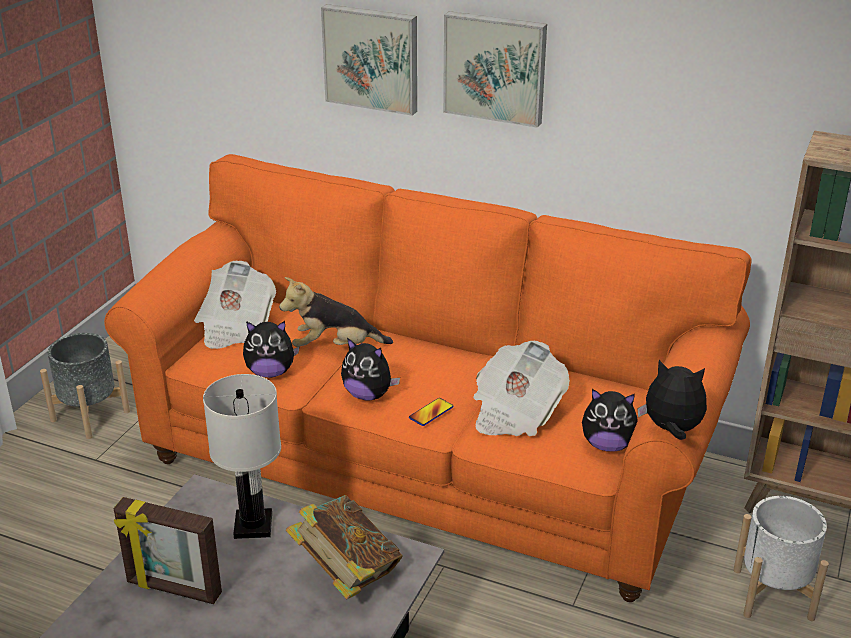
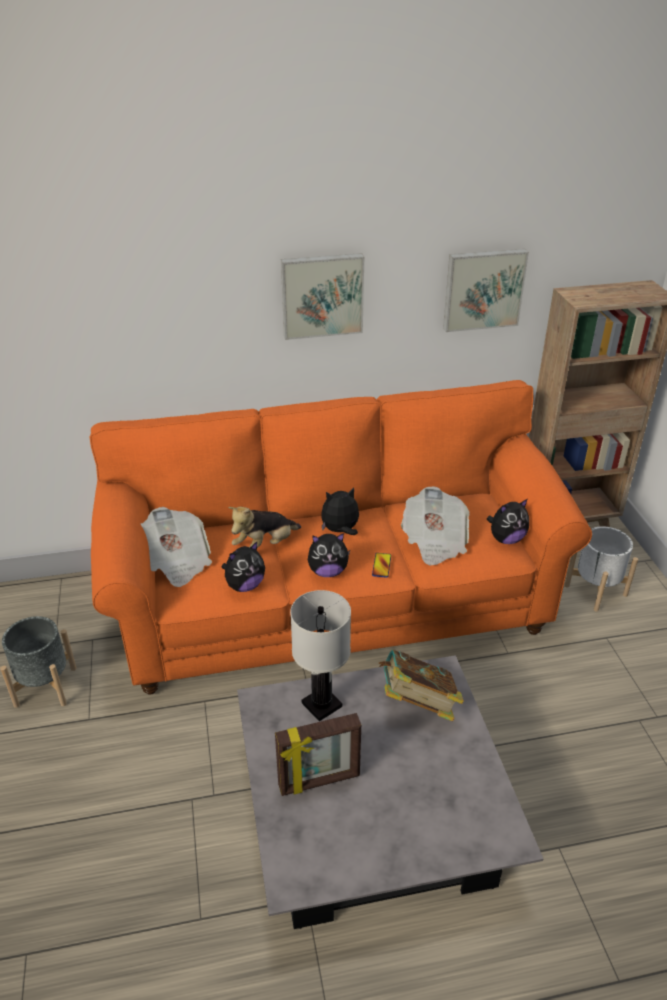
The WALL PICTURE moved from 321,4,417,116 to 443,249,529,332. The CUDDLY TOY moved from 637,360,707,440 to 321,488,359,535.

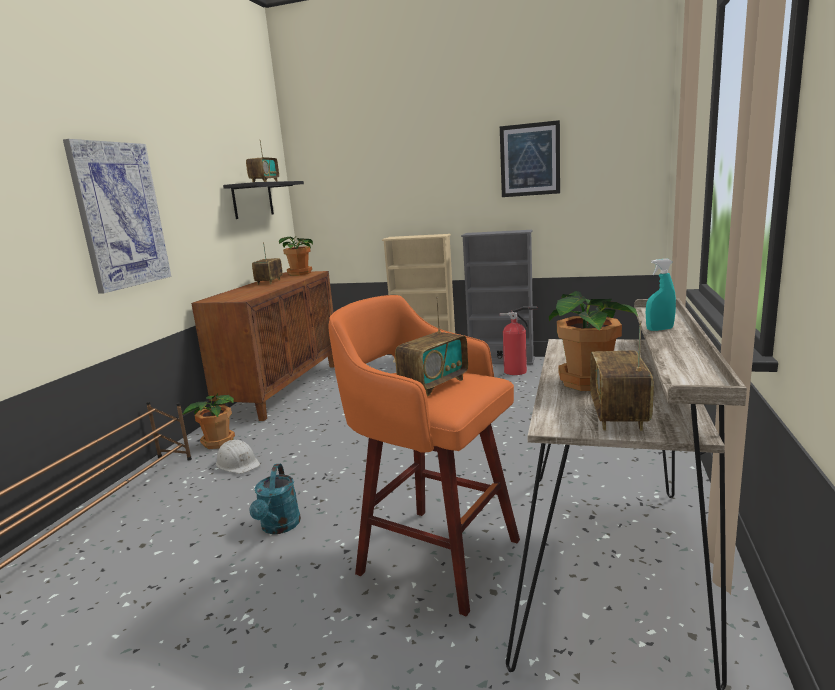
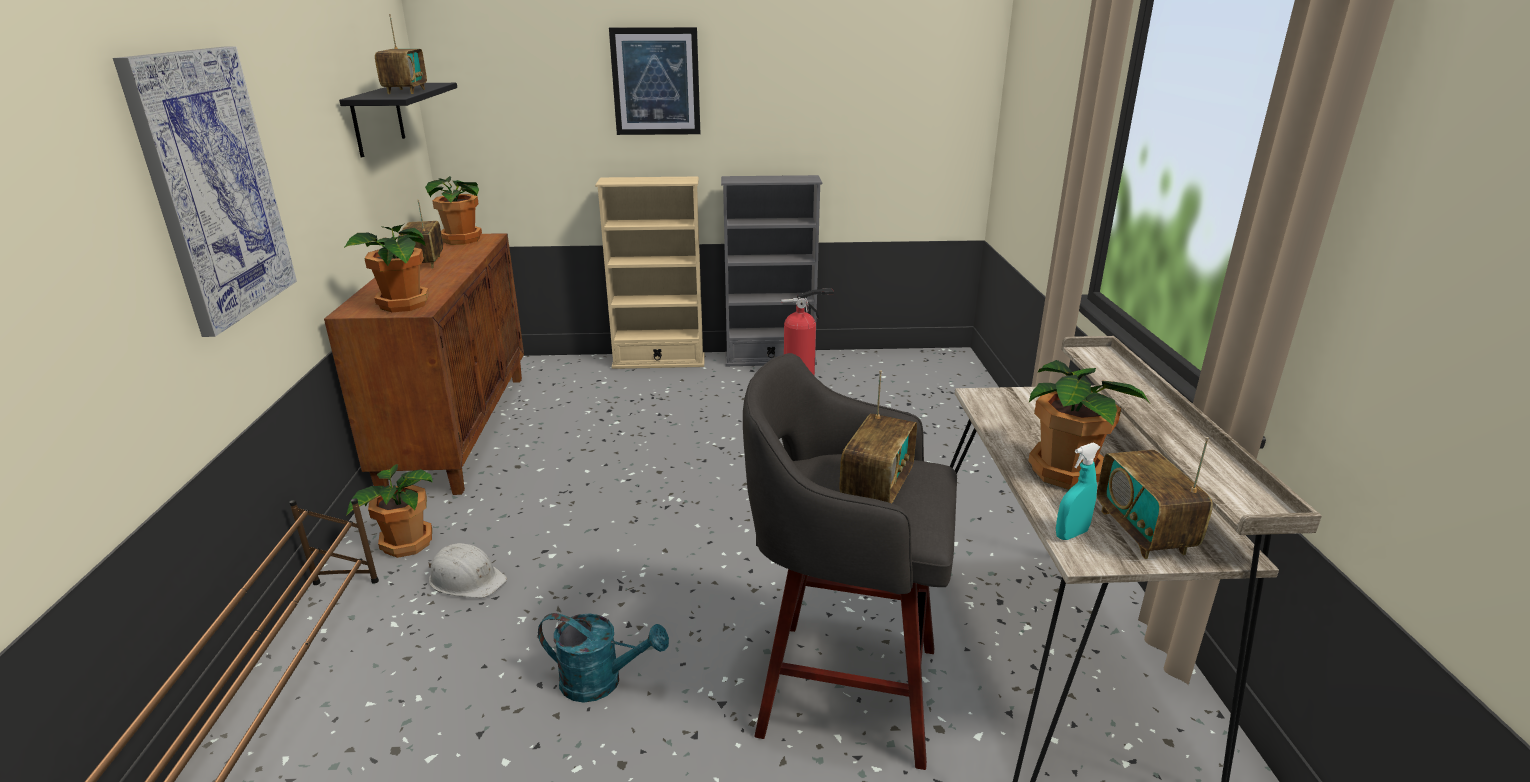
The TURQUOISE WATERING POT at 249,464,301,534 turned 60 degrees counterclockwise. The ORANGE STOOL SEAT at 328,295,520,616 became the GRAY STOOL SEAT at 743,353,957,770. The WALL PICTURE moved from 500,120,560,197 to 609,27,700,135. The TURQUOISE SPRAYER moved from 646,259,676,331 to 1056,442,1100,540. The POTTED PLANT at 344,224,429,312 appeared.

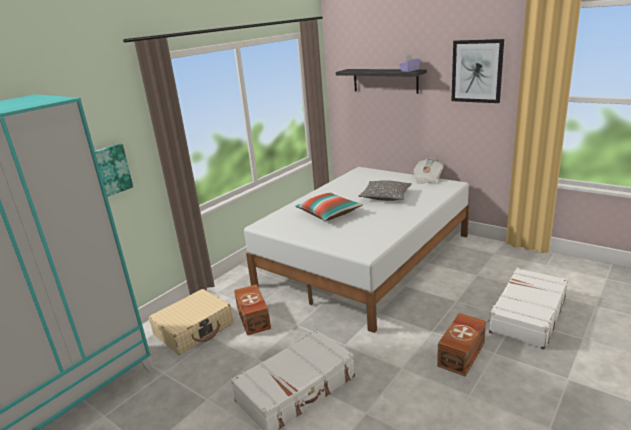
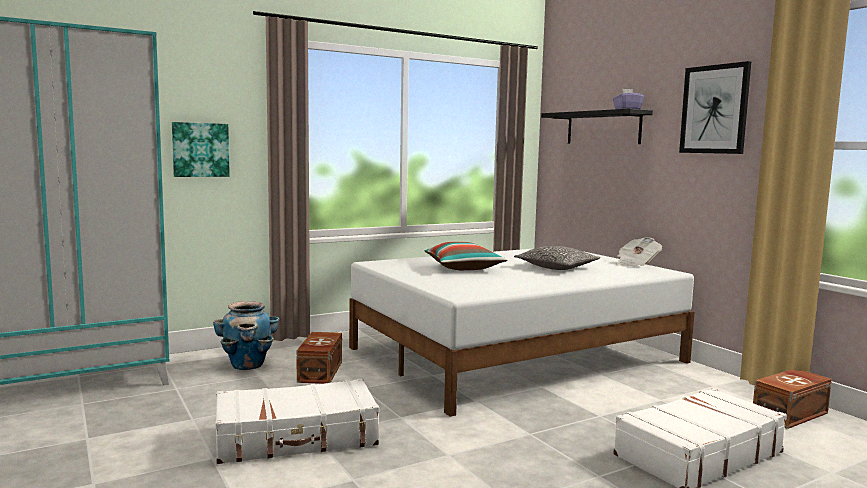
The SAND-COLOURED PIECE OF LUGGAGE at 149,289,234,355 was replaced by the PLANT POT at 213,301,279,370. The BROWN STORAGE BOX moved from 437,313,486,377 to 753,369,832,429.

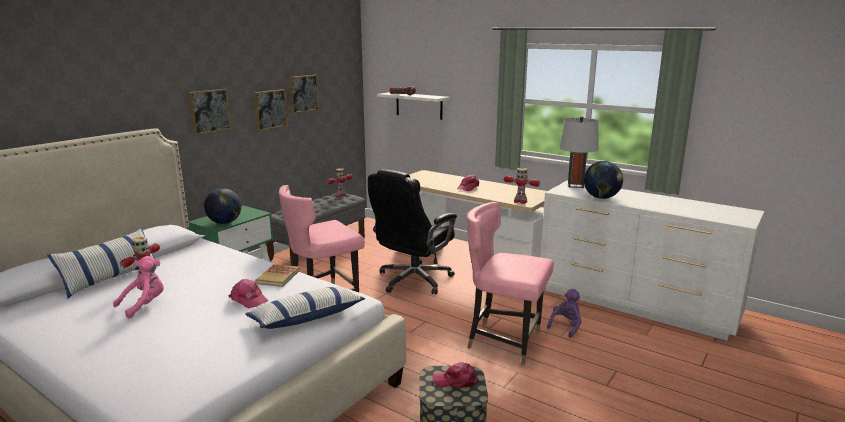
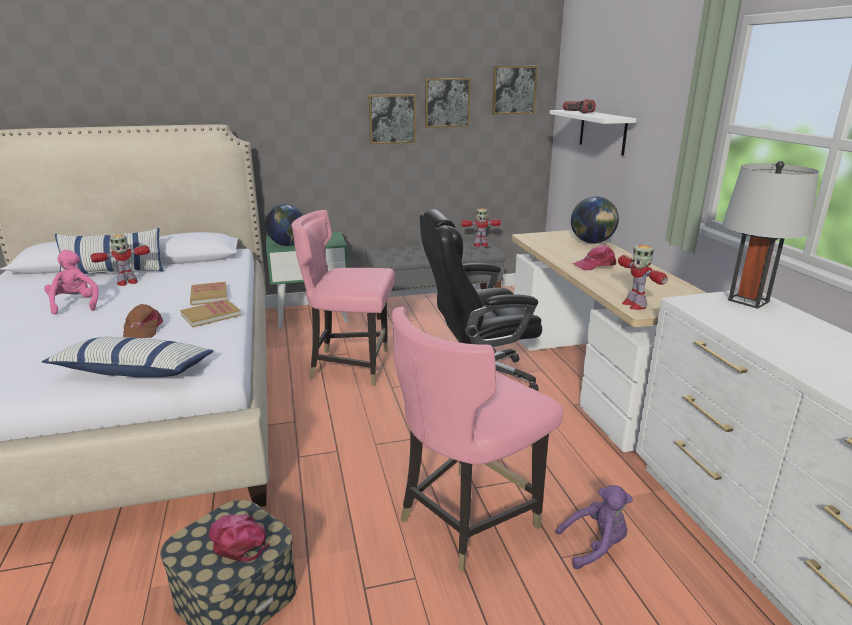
The PINKISH CUDDLY TOY at 113,256,164,318 turned 105 degrees counterclockwise. The WALL PICTURE moved from 189,89,231,135 to 492,66,538,114. The PINKISH PEAKED CAP at 228,279,268,308 became the BROWN PEAKED CAP at 123,304,163,338. The PINKISH PLAIN CHAIR at 467,202,554,365 turned 105 degrees counterclockwise. The DESK GLOBE moved from 584,161,623,199 to 571,196,619,244. The BOUND BOOK at 190,282,227,305 appeared.

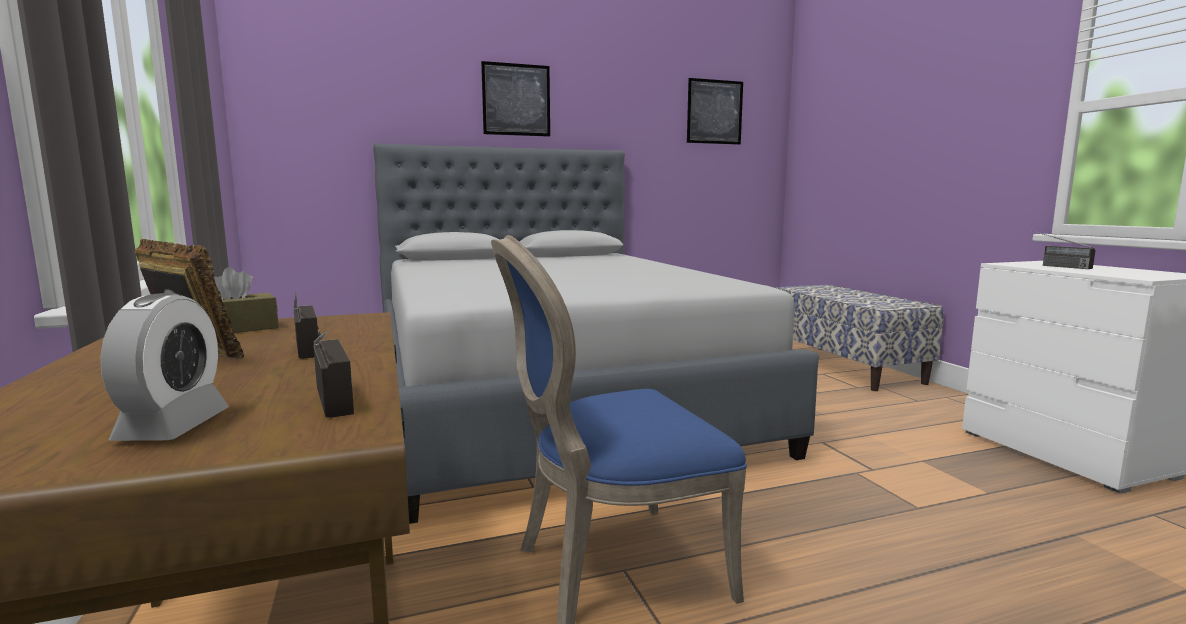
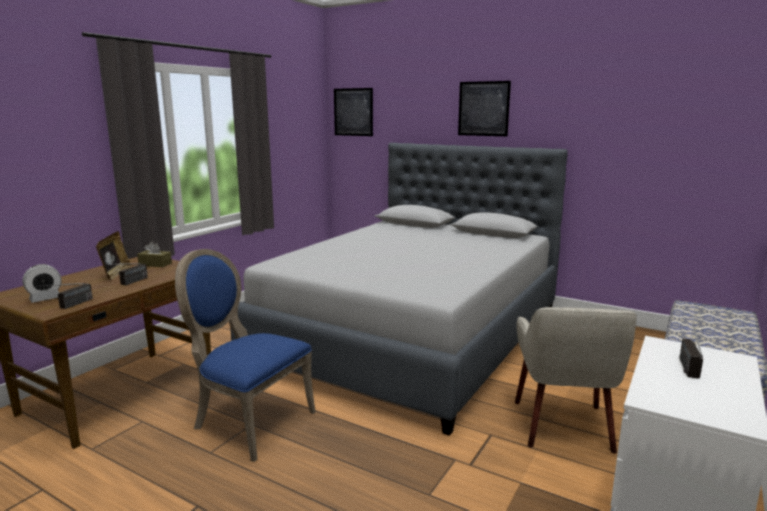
The WALL PICTURE moved from 687,78,743,145 to 334,88,373,136. The SAND-COLOURED ARMCHAIR at 515,307,637,454 appeared.

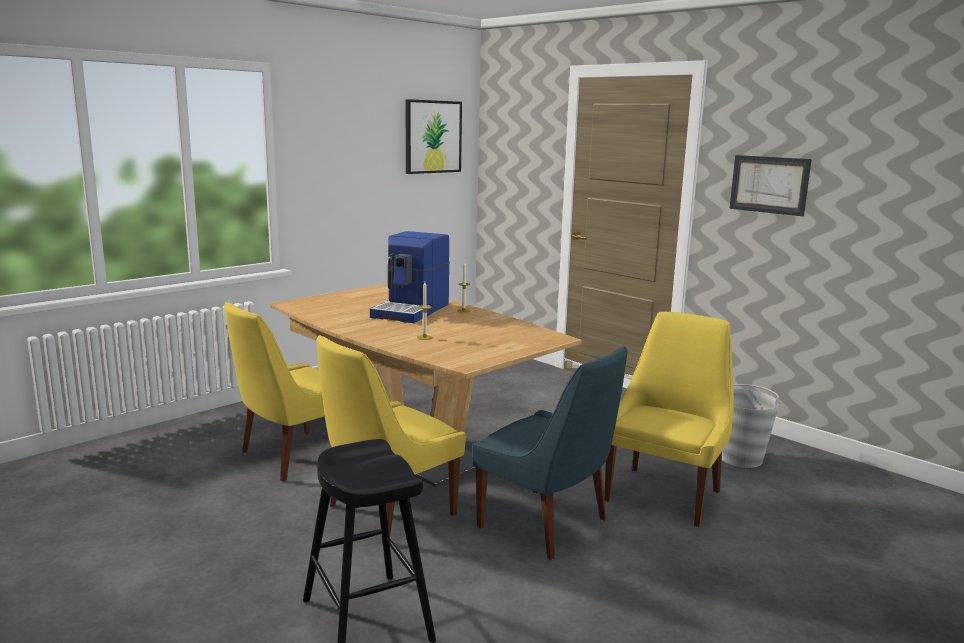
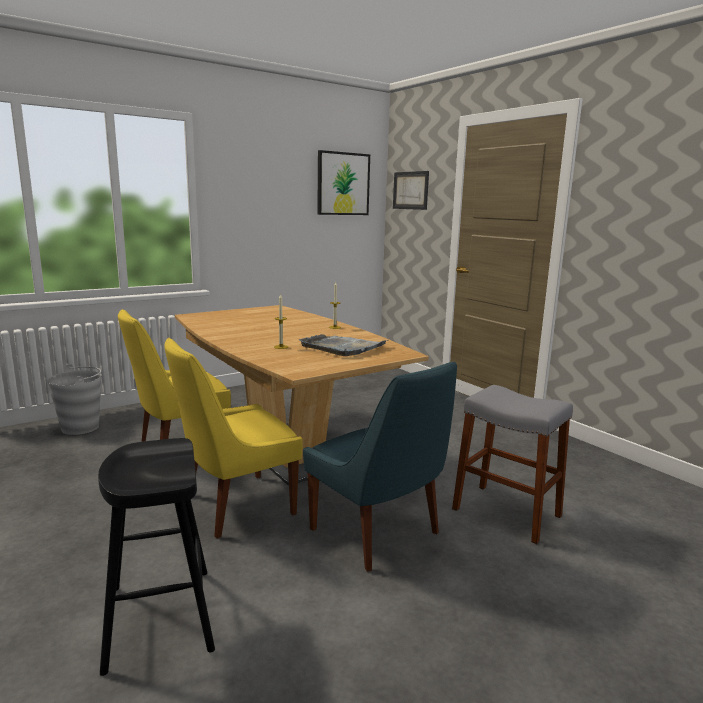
The COFFEE MACHINE at 370,231,450,323 disappeared. The YELLOWISH PLAIN CHAIR at 605,311,734,527 was replaced by the GRAY STOOL SEAT at 452,385,573,544. The GRAY BUCKET moved from 722,384,782,468 to 47,364,101,435. The WALL PICTURE moved from 729,155,812,216 to 393,171,429,210. The GRAY TRAY at 299,334,389,356 appeared.

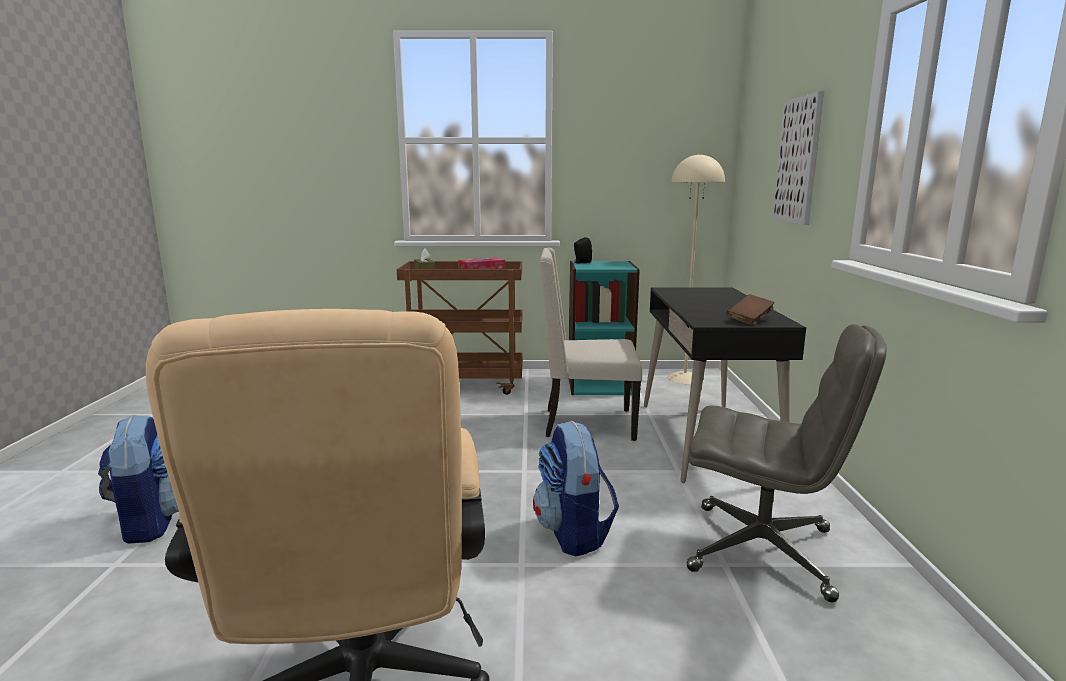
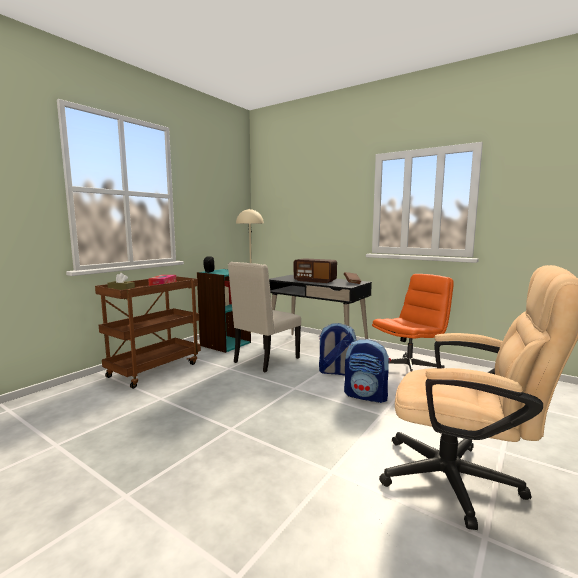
The RUCKSACK moved from 98,415,179,544 to 318,323,357,376. The GRAY DESK CHAIR at 687,324,886,602 became the ORANGE DESK CHAIR at 372,274,454,371. The WALL PICTURE at 773,91,824,225 disappeared. The RADIO RECEIVER at 294,258,337,283 appeared.

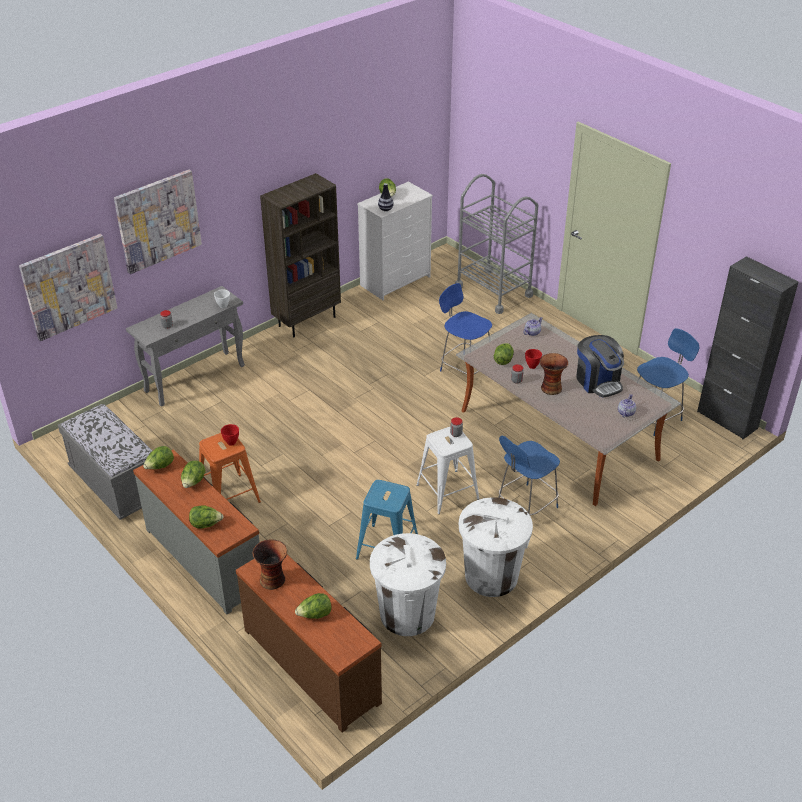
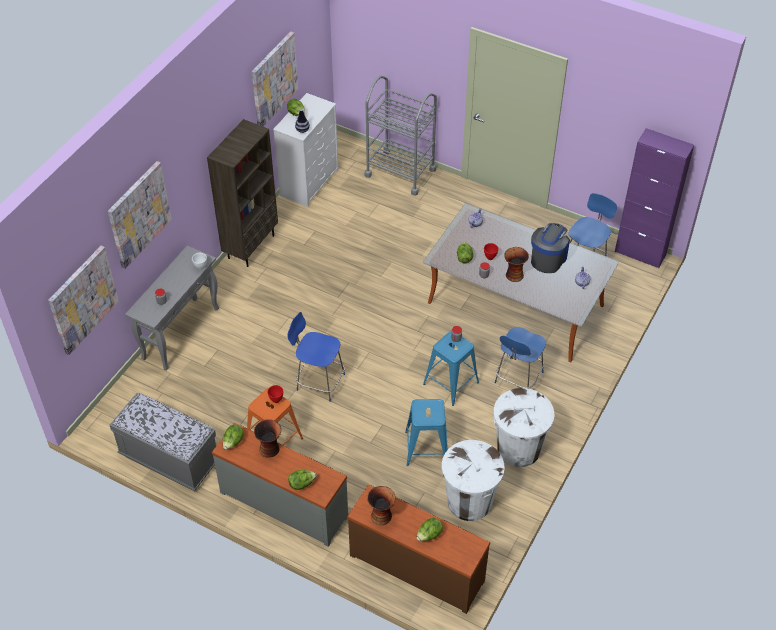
The LETTUCE at 181,461,205,488 was replaced by the DECORATIVE VASE at 254,419,281,457. The WHITE-COLOURED STOOL SEAT at 416,427,479,514 became the BLUE STOOL SEAT at 423,331,479,406. The BLUE PLAIN CHAIR moved from 439,283,492,374 to 287,312,345,402. The COFFEE MACHINE at 576,335,624,397 turned 105 degrees counterclockwise. The BLACK STORAGE CABINET at 697,256,798,439 became the PURPLISH STORAGE CABINET at 615,128,694,269. The WALL PICTURE at 252,32,298,127 appeared.

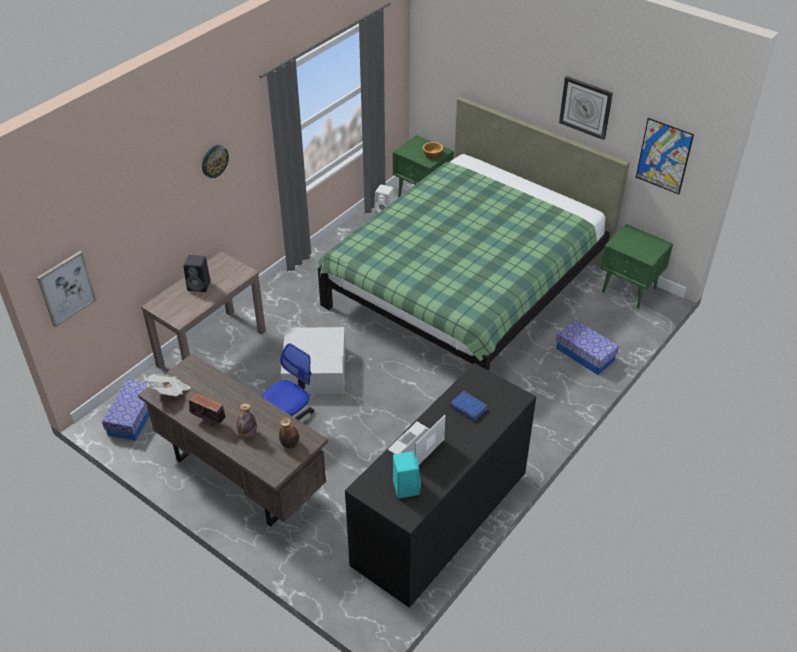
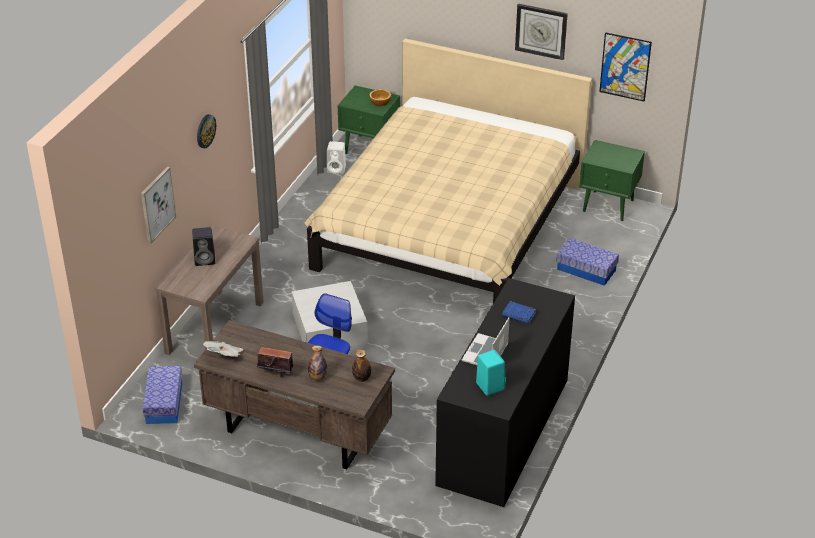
The WALL PICTURE moved from 37,251,96,327 to 141,167,176,244. The GREEN-COLOURED BEDROOM BED at 318,97,630,371 became the SAND-COLOURED BEDROOM BED at 304,38,592,303.

